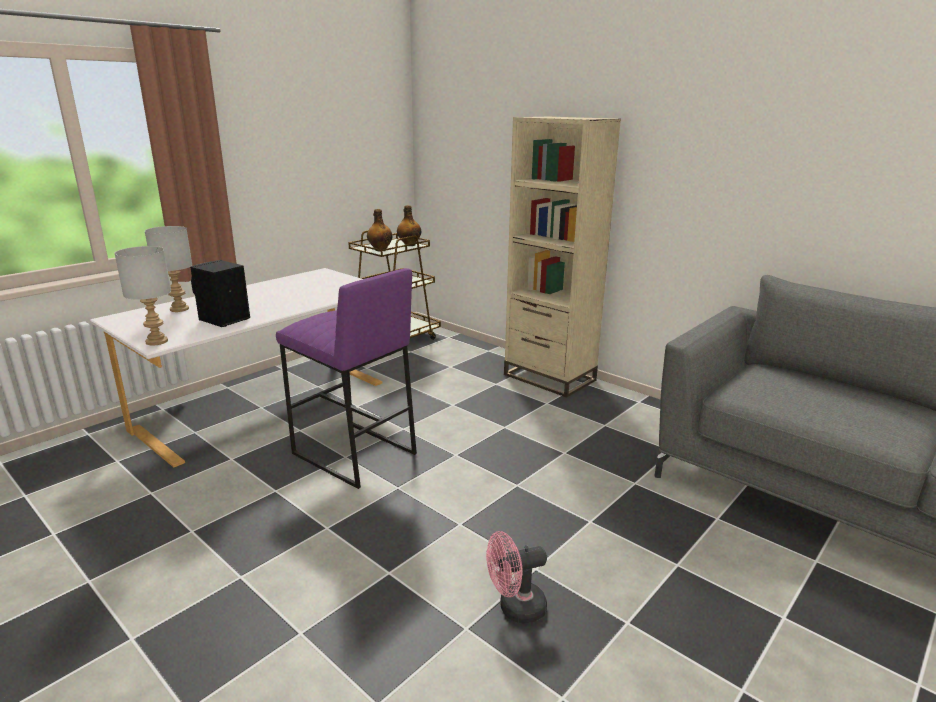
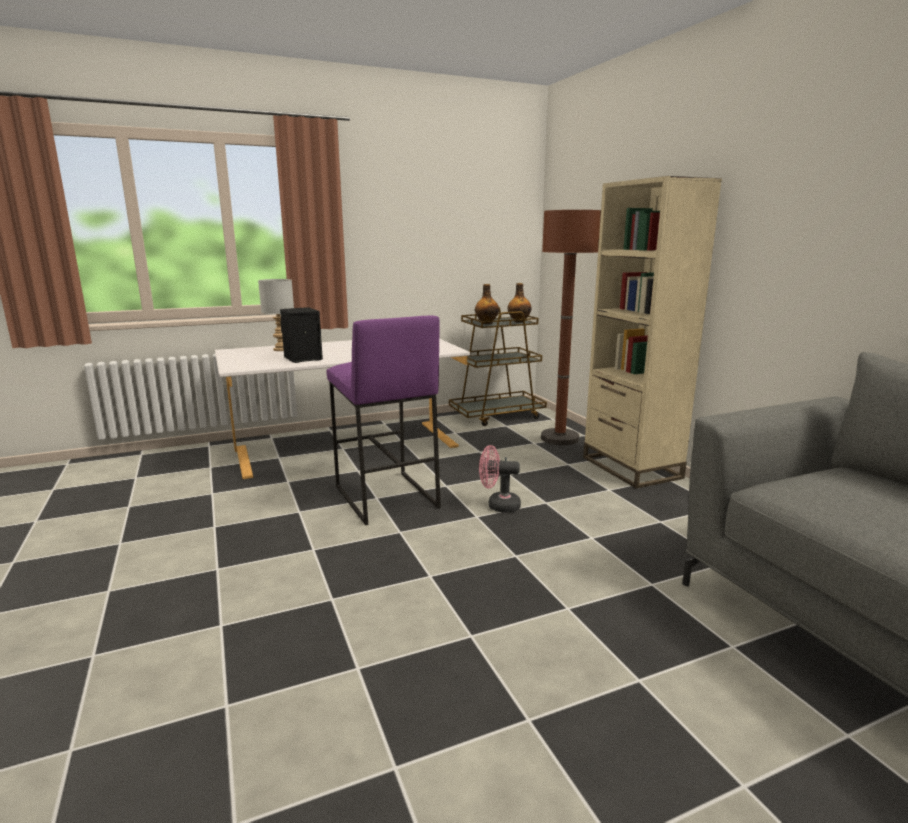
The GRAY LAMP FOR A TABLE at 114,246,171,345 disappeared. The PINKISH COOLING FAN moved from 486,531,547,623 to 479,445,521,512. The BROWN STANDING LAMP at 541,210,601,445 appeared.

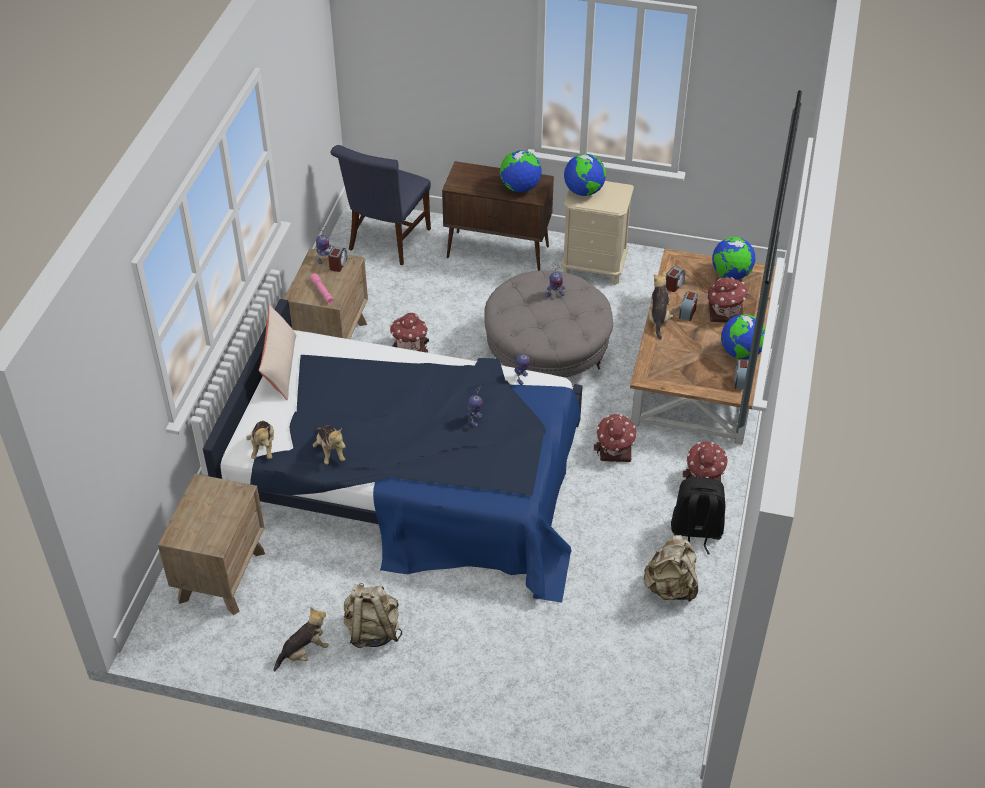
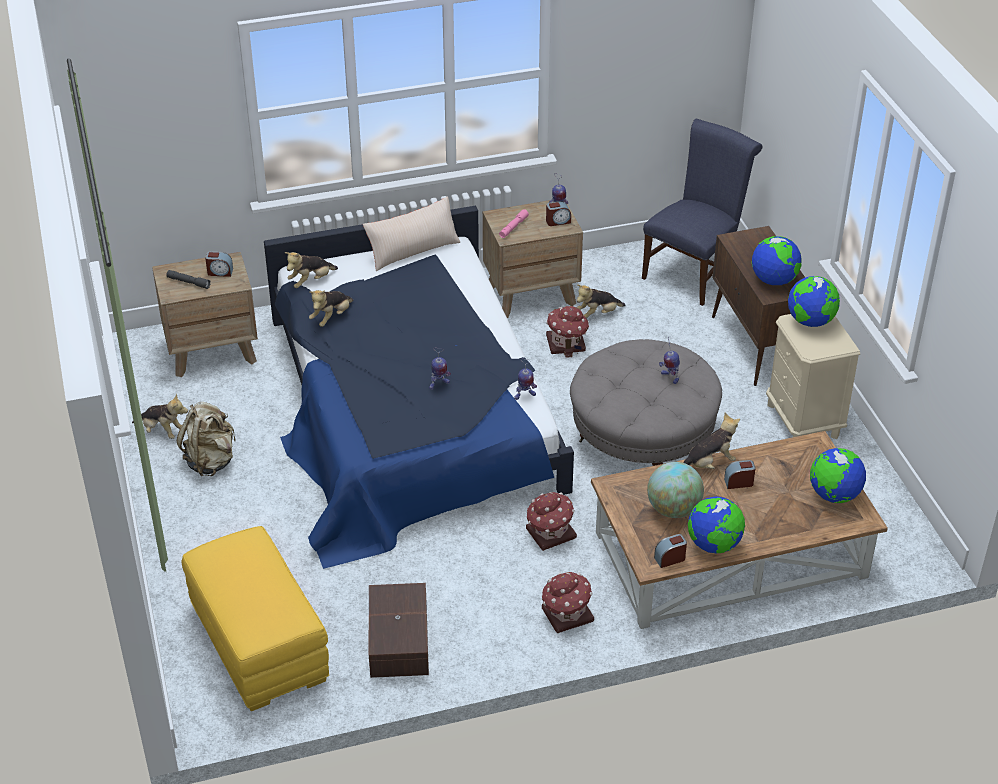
The BLUE PLAIN CHAIR at 330,145,431,265 turned 135 degrees clockwise. The SAND-COLOURED RUCKSACK at 644,535,698,602 was replaced by the BROWN STORAGE BOX at 369,583,429,678. The ALARM CLOCK moved from 666,266,686,292 to 205,251,233,277. The BLACK RUCKSACK at 671,477,725,555 disappeared. The TOY HOUSE at 707,277,748,322 disappeared. The GRAY TORCH at 166,270,211,289 appeared. The YELLOWISH FOOTREST at 182,526,329,711 appeared. The CUDDLY TOY at 577,285,625,318 appeared. The DESK GLOBE at 647,462,704,518 appeared.

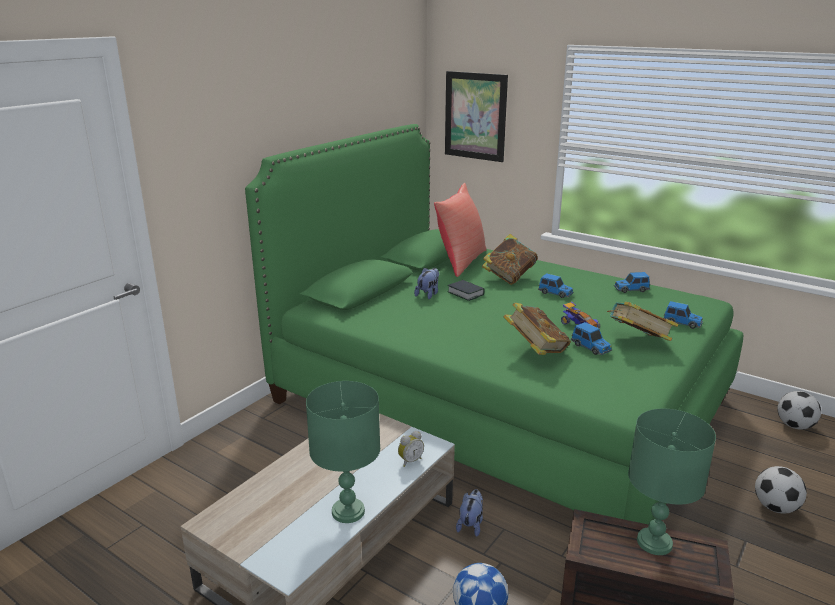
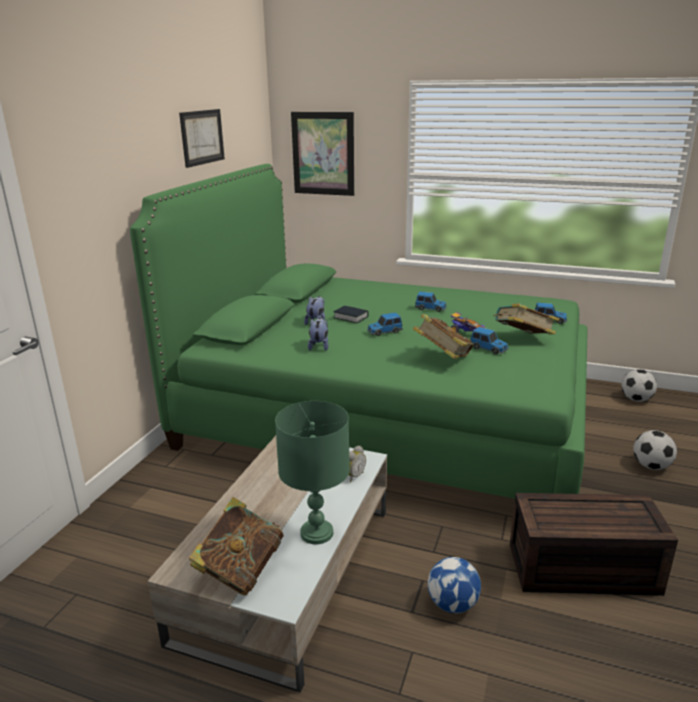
The RED PILLOW at 434,183,487,277 disappeared. The CUDDLY TOY moved from 456,489,483,537 to 308,317,328,351. The BOUND BOOK moved from 482,234,538,285 to 189,497,284,595. The TOY CAR moved from 614,272,650,293 to 367,312,403,336. The GREEN-COLOURED LAMP FOR A TABLE at 628,409,716,555 disappeared. The WALL PICTURE at 179,109,225,168 appeared.

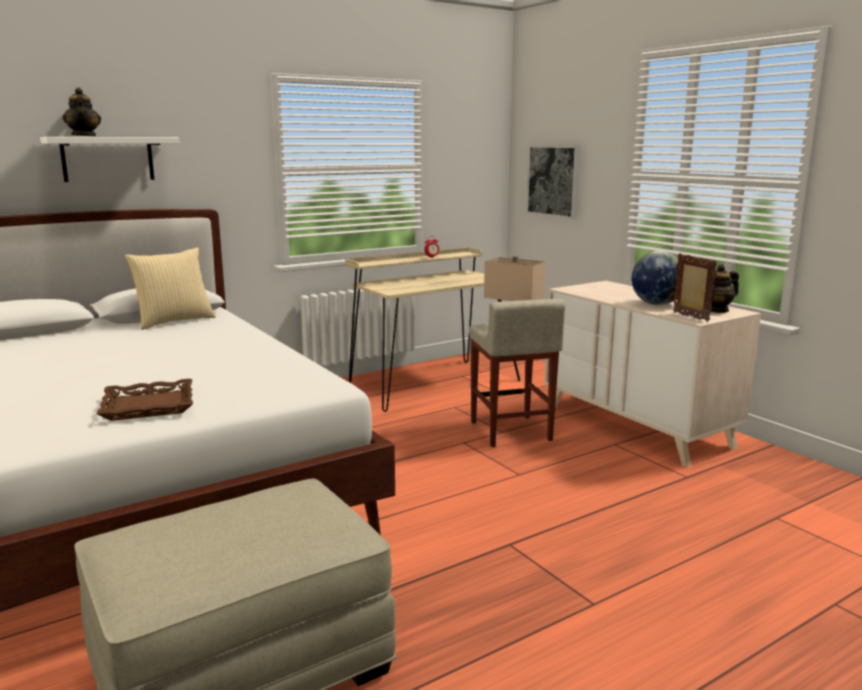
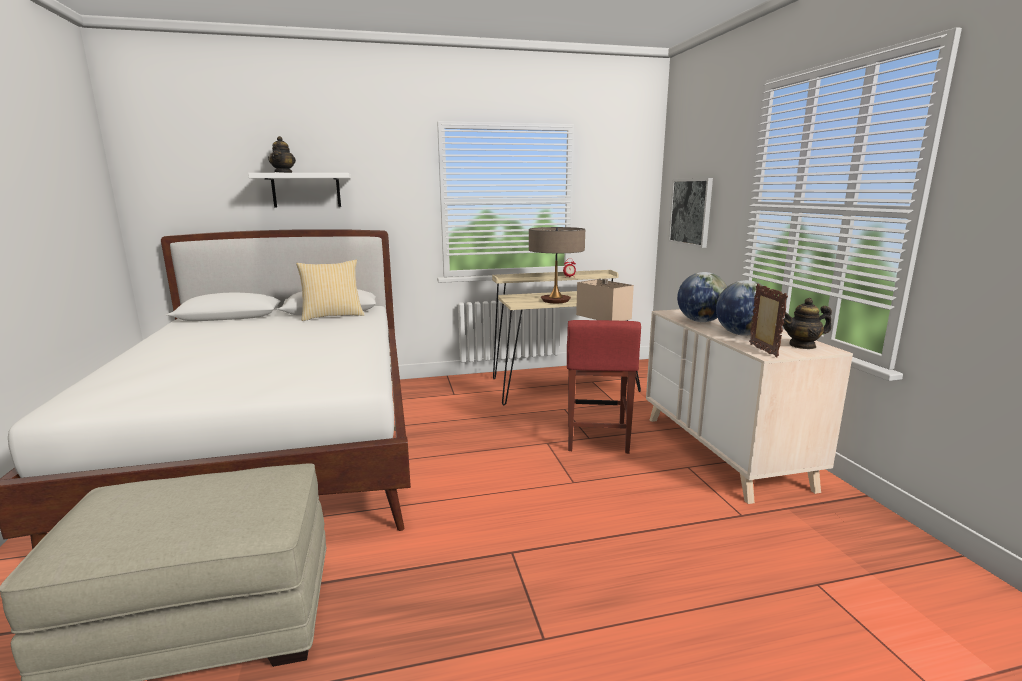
The BROWN TRAY at 97,379,193,421 disappeared. The SAND-COLOURED STOOL SEAT at 469,299,565,447 became the RED STOOL SEAT at 567,320,641,454. The LAMP FOR A TABLE at 529,227,585,303 appeared. The DESK GLOBE at 677,272,728,322 appeared.

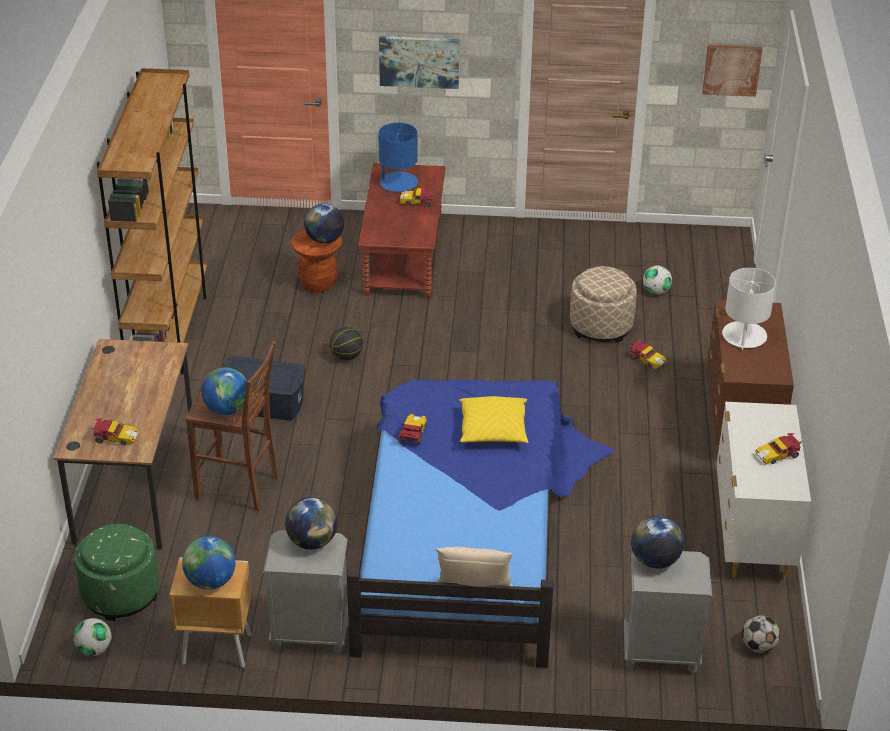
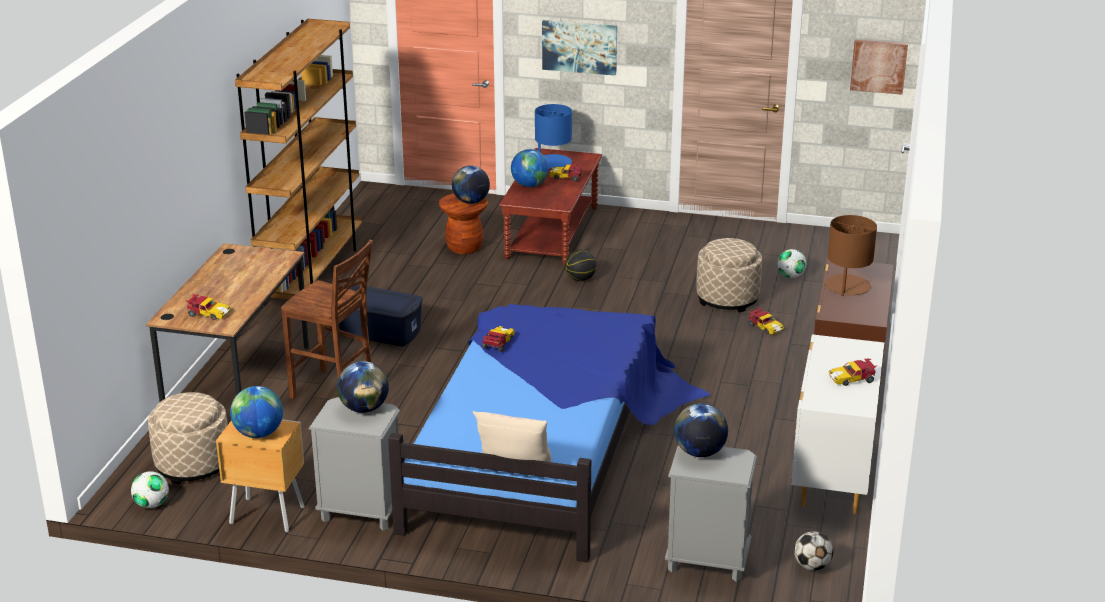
The GREEN-COLOURED FOOTREST at 75,524,159,621 became the SAND-COLOURED FOOTREST at 148,392,228,484. The DESK GLOBE moved from 201,367,247,415 to 511,149,549,187. The BASKETBALL BALL moved from 330,327,363,360 to 565,250,596,281. The YELLOWISH PILLOW at 459,396,528,443 disappeared. The WHITE-COLOURED LAMP FOR A TABLE at 722,268,776,350 became the BROWN LAMP FOR A TABLE at 825,215,877,296.

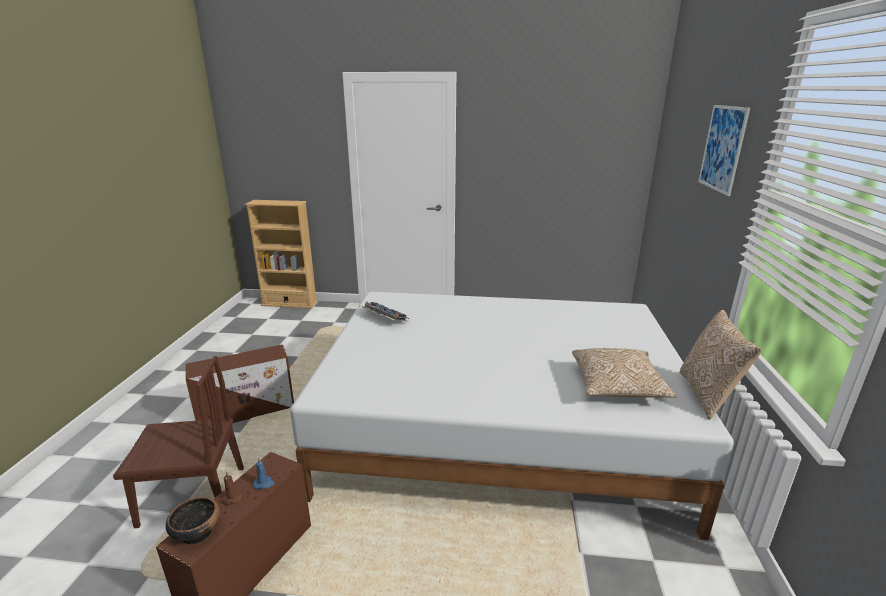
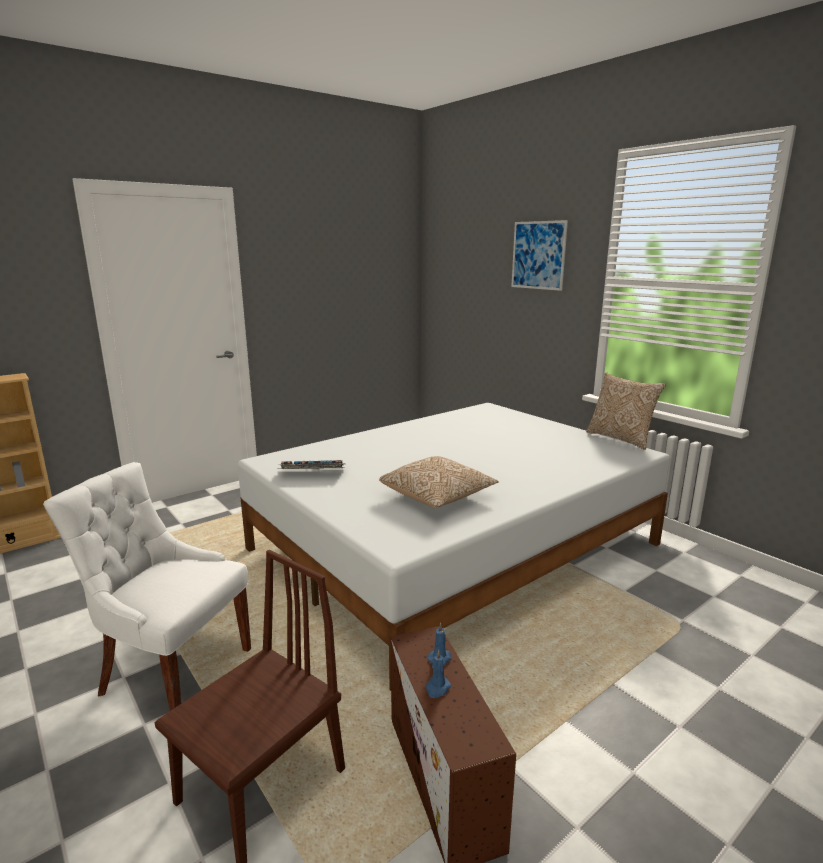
The SERVING BOWL at 166,497,220,545 disappeared. The BROWN STORAGE BOX at 185,345,294,423 was replaced by the WHITE-COLOURED PLAIN CHAIR at 43,462,251,711. The BROWN WAX CANDLE at 220,472,243,505 became the BLUE WAX CANDLE at 426,650,451,698. The PILLOW moved from 572,348,677,398 to 379,456,498,508.

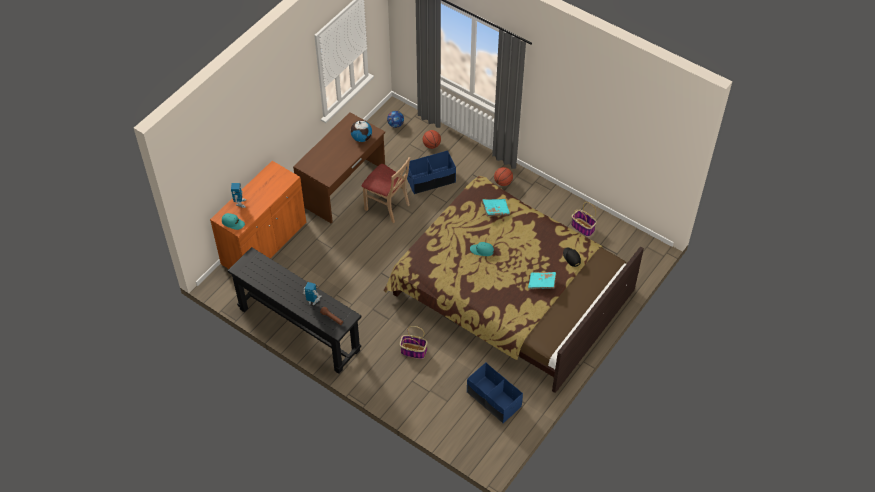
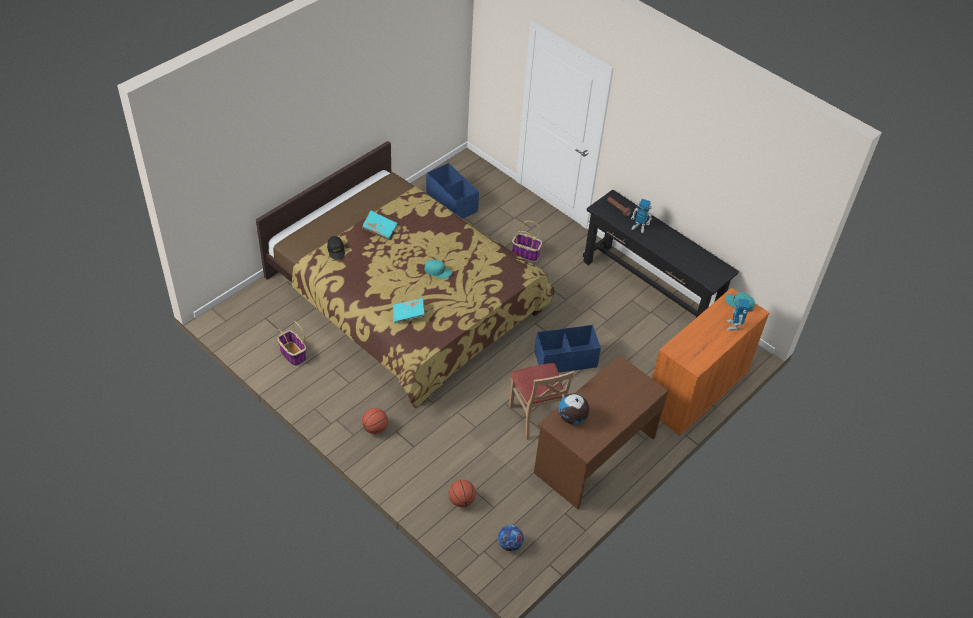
The SAND-COLOURED PLAIN CHAIR at 361,157,410,223 turned 150 degrees counterclockwise. The BLUE STORAGE BOX moved from 406,150,456,194 to 535,325,601,373.

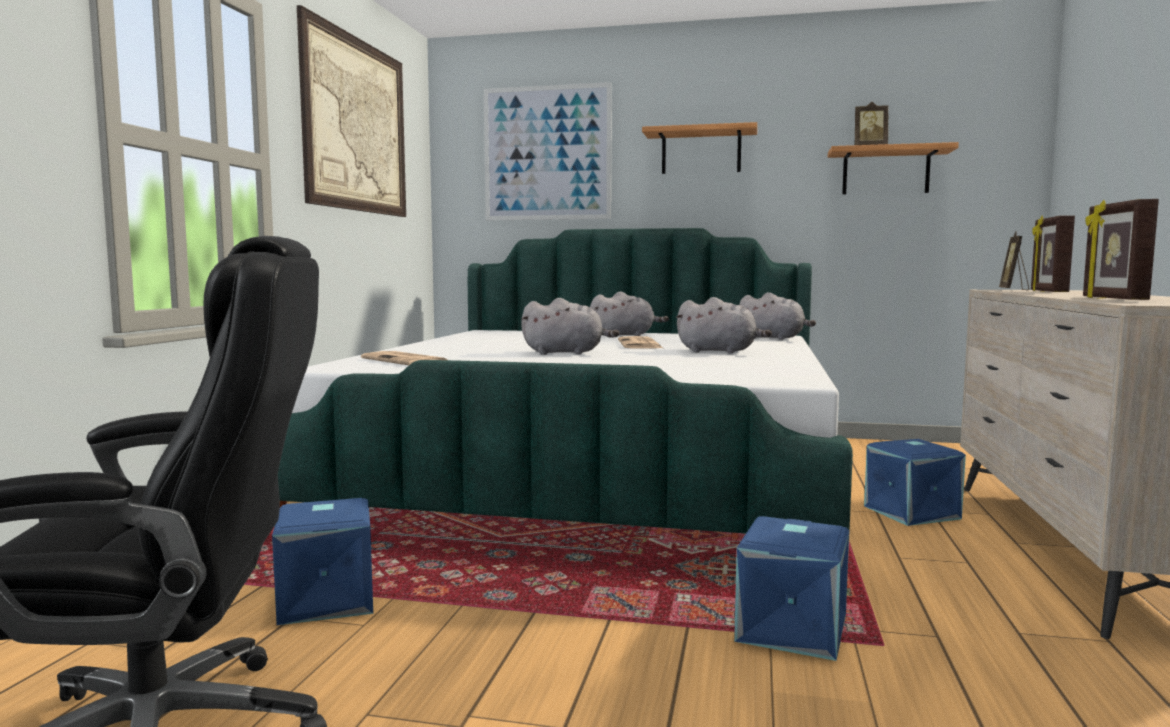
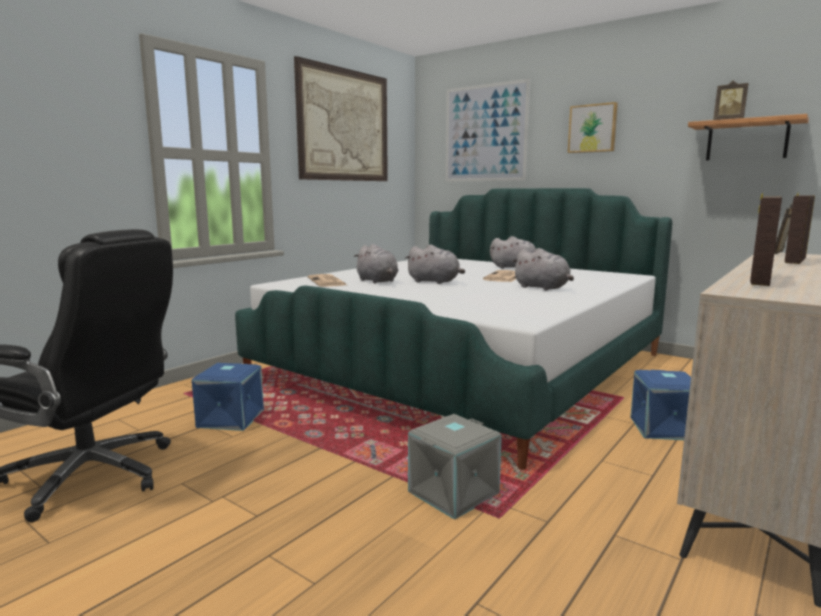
The SHELF at 642,122,757,174 was replaced by the WALL PICTURE at 568,102,618,153. The BLUE STORAGE BOX at 734,516,850,661 became the GRAY STORAGE BOX at 408,414,502,520. The GRAY CUDDLY TOY moved from 739,292,816,340 to 354,244,398,284.

